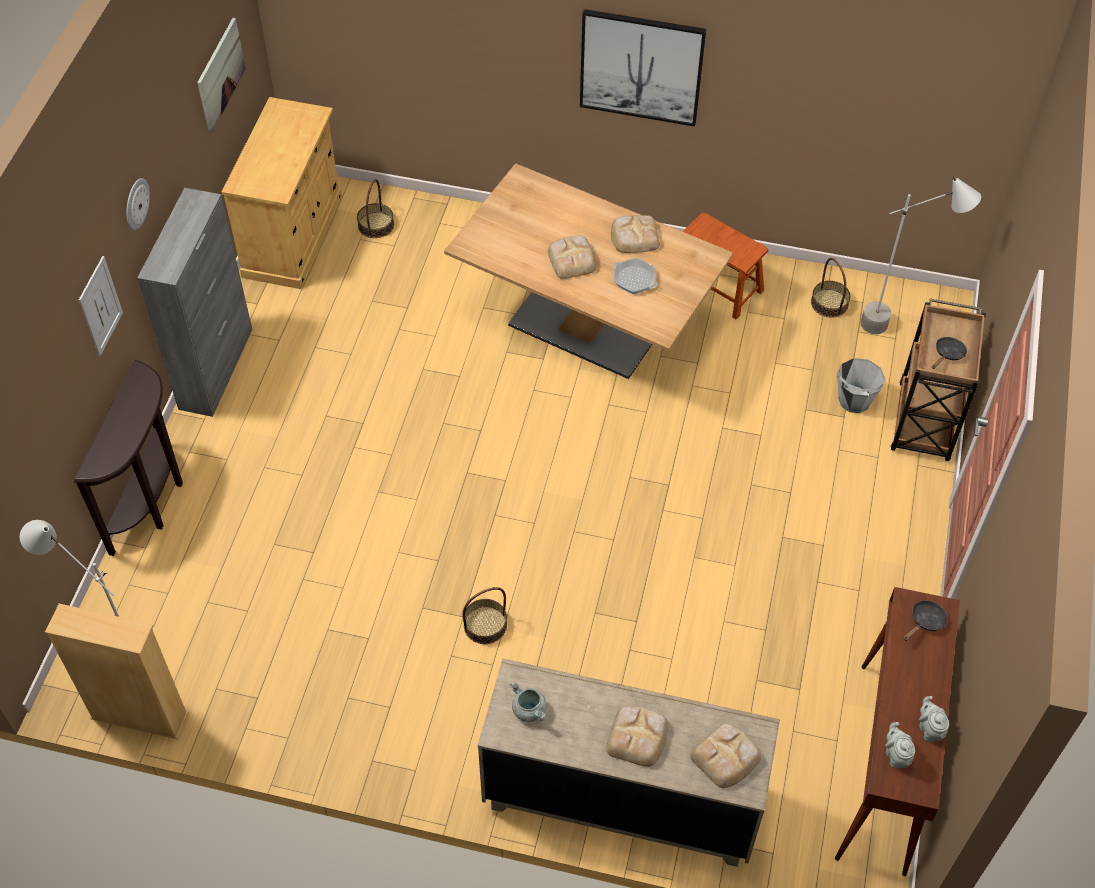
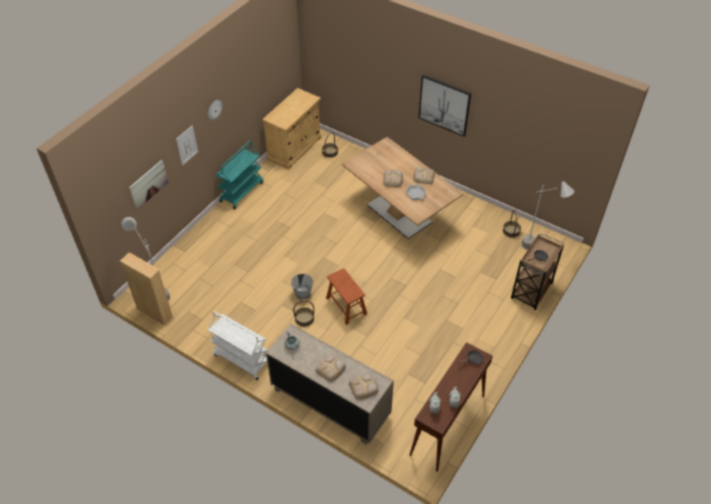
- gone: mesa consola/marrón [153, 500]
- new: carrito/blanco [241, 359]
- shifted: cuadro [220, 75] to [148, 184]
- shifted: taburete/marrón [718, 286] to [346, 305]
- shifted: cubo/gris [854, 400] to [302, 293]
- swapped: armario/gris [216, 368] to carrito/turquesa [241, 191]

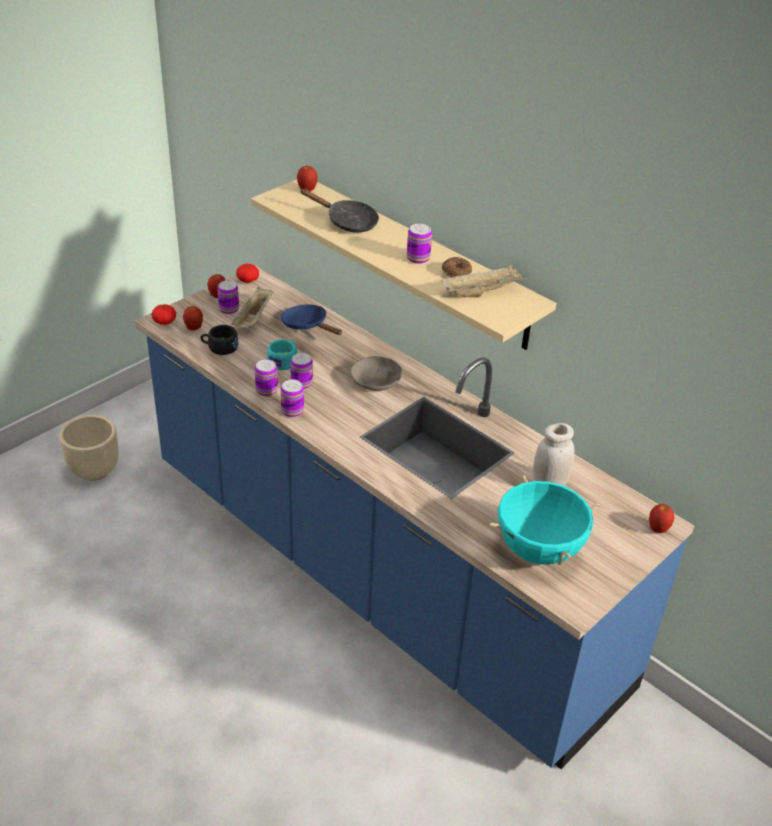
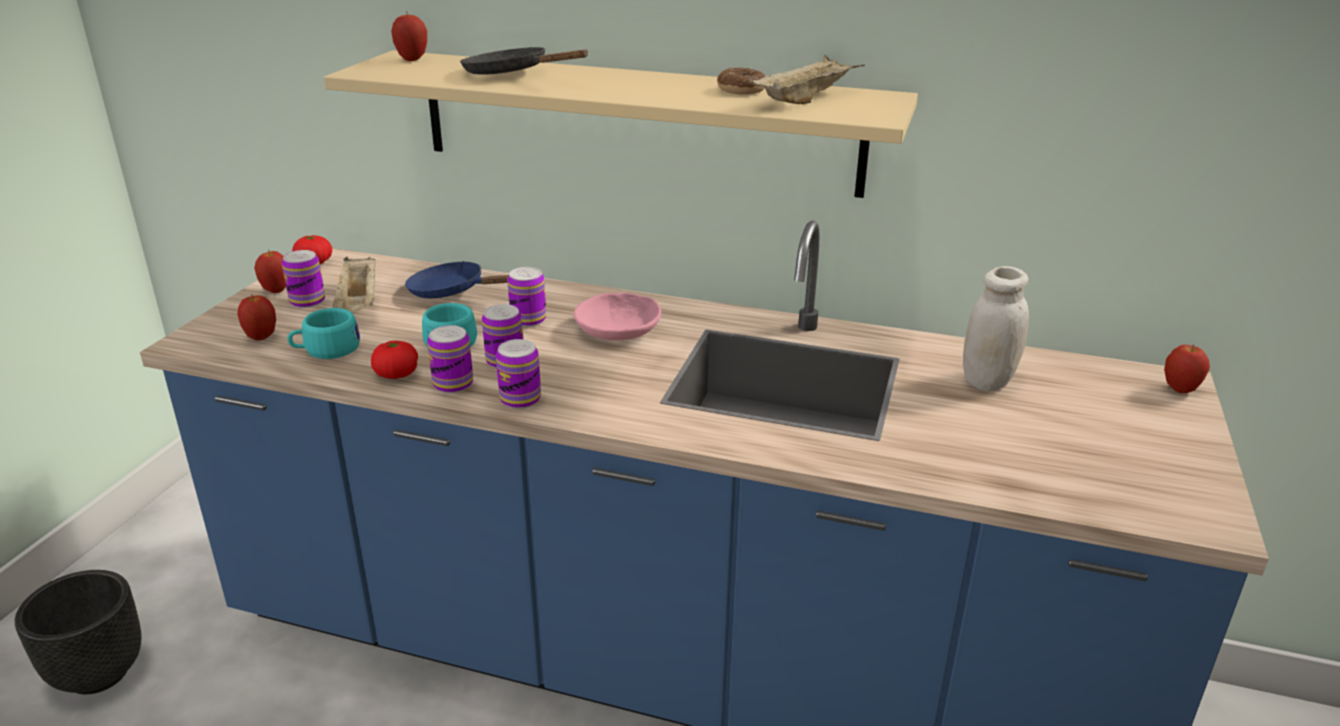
- gone: olla/turquesa [539, 549]
- shifted: tomate [164, 321] to [396, 374]
- shifted: lata [418, 258] to [528, 320]
- repainted: maceta/beis [94, 470] to maceta/negro [98, 673]
- repainted: taza/negro [219, 347] to taza/turquesa [326, 350]
- repainted: cuenco/gris [376, 381] to cuenco/rosa [619, 329]
- rotated: sartén/negro [347, 222] = [513, 74] 150 degrees counterclockwise

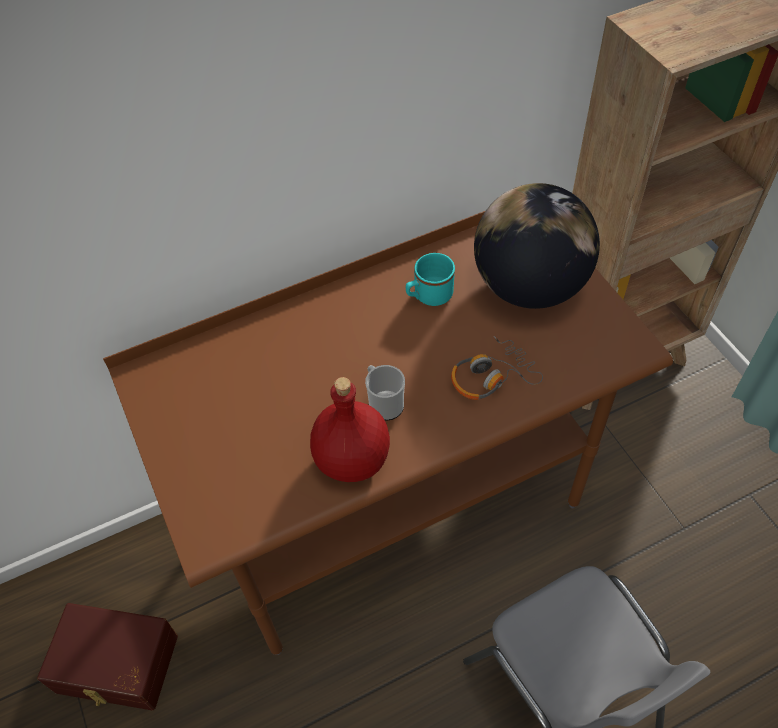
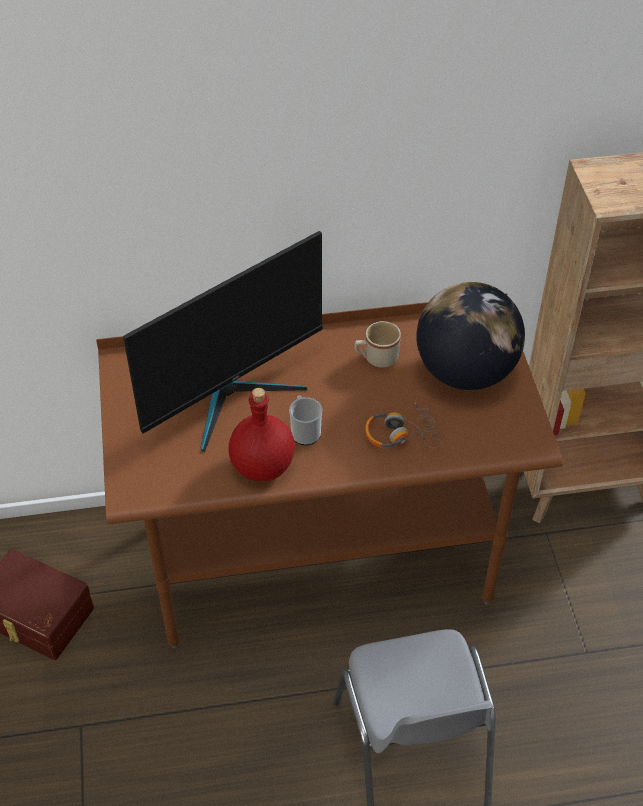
- new: monitor [233, 395]
- repainted: taza grande/turquesa [428, 296] to taza grande/beis [376, 358]

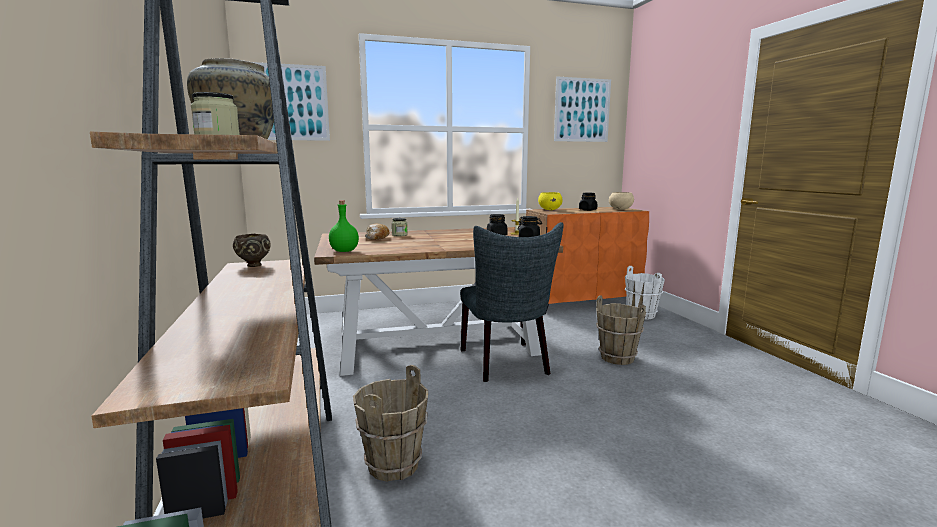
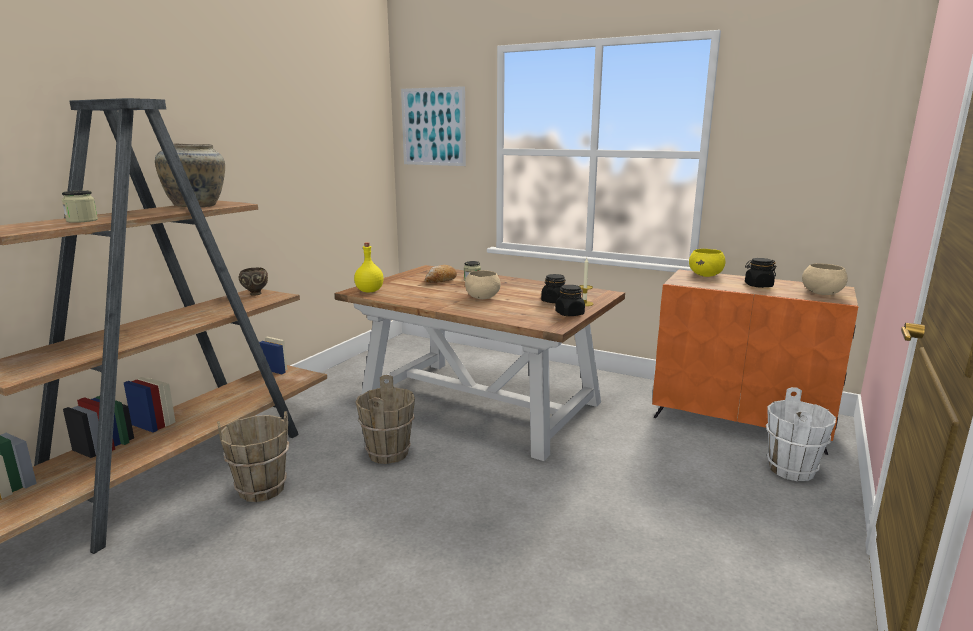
- gone: silla/gris [507, 364]
- gone: cuadro [582, 110]
- new: cuenco/beis [482, 298]
- shifted: cubo/marrón [617, 358] to [389, 453]
- repainted: botella/verde [344, 251] to botella/amarillo [369, 291]

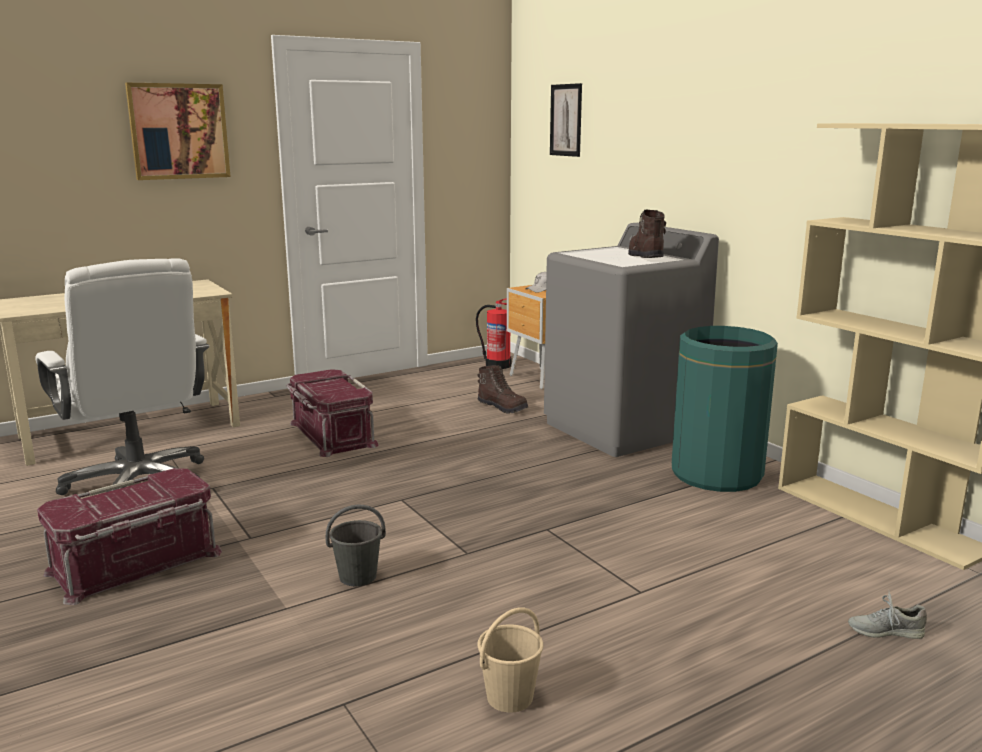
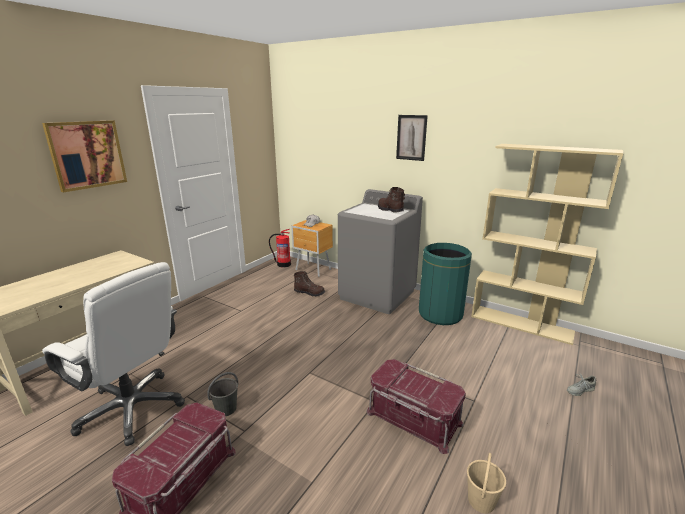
- shifted: caja de almacenaje/rojo [331, 434] to [413, 418]
- shifted: cubo/gris [358, 576] to [226, 408]
- shifted: cuadro [566, 120] to [411, 137]

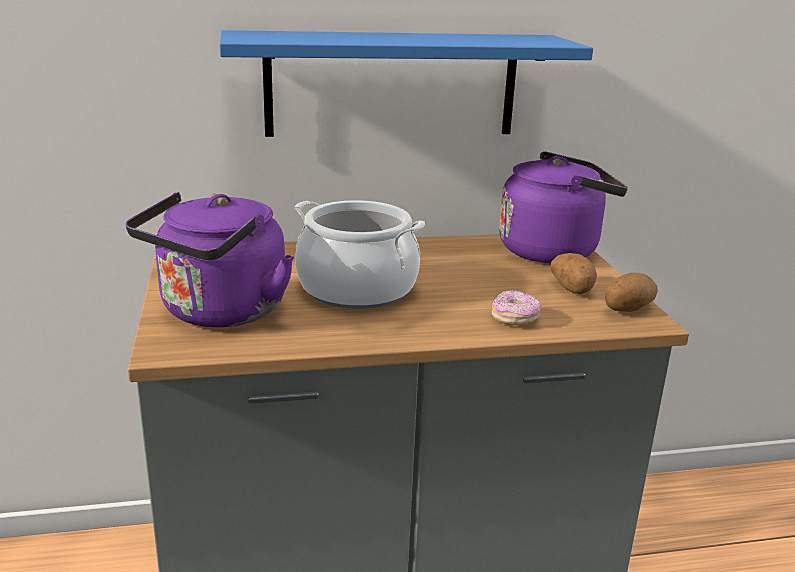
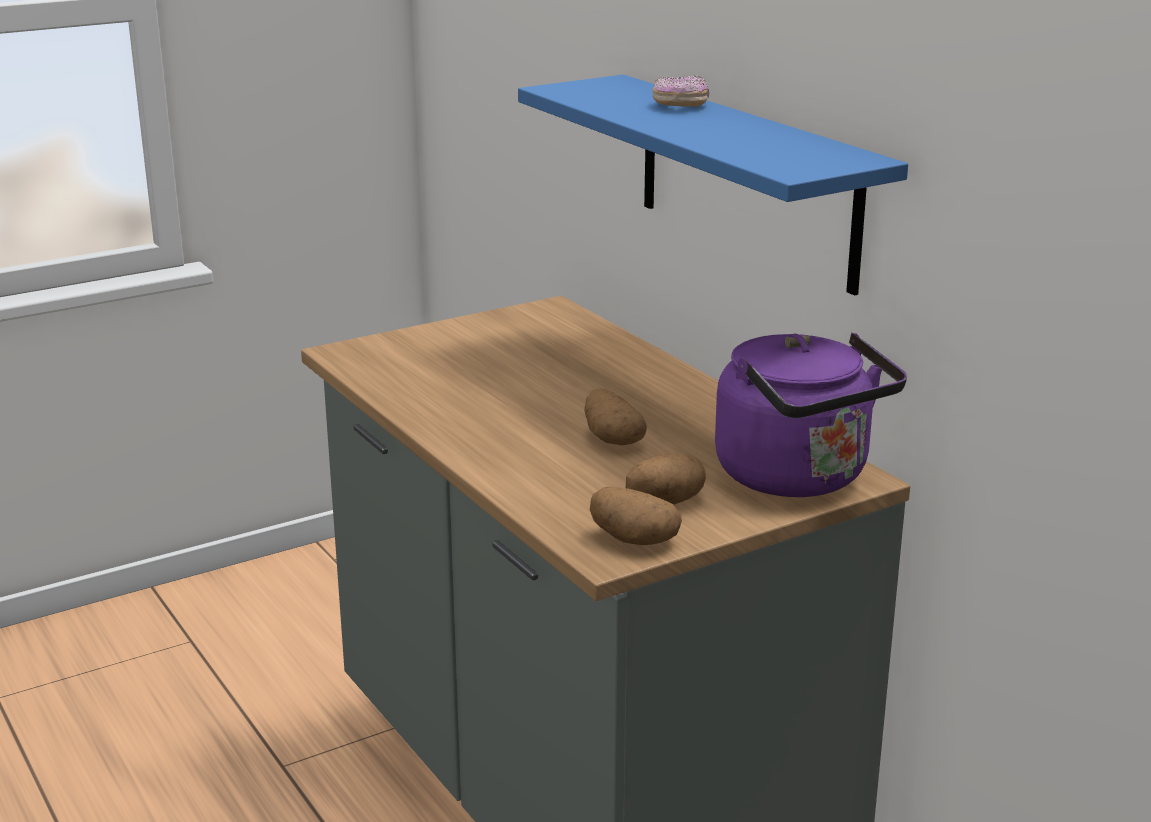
- gone: hervidor/morado [219, 313]
- gone: olla [357, 288]
- new: patata [611, 439]
- shifted: rosquilla [515, 319] to [680, 105]

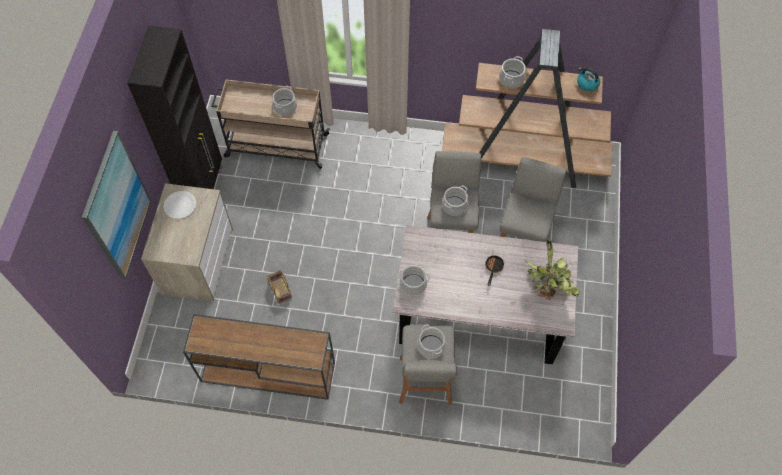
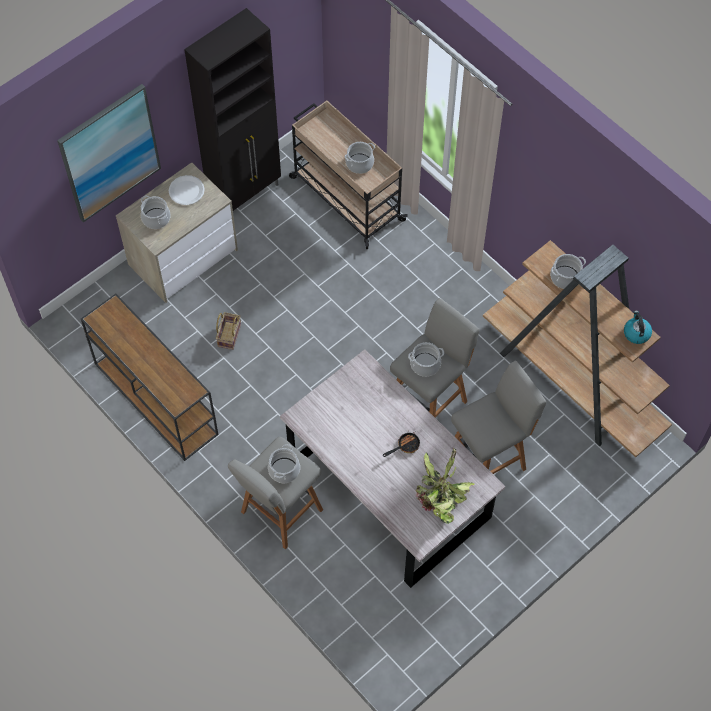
- shifted: olla [413, 284] to [156, 218]

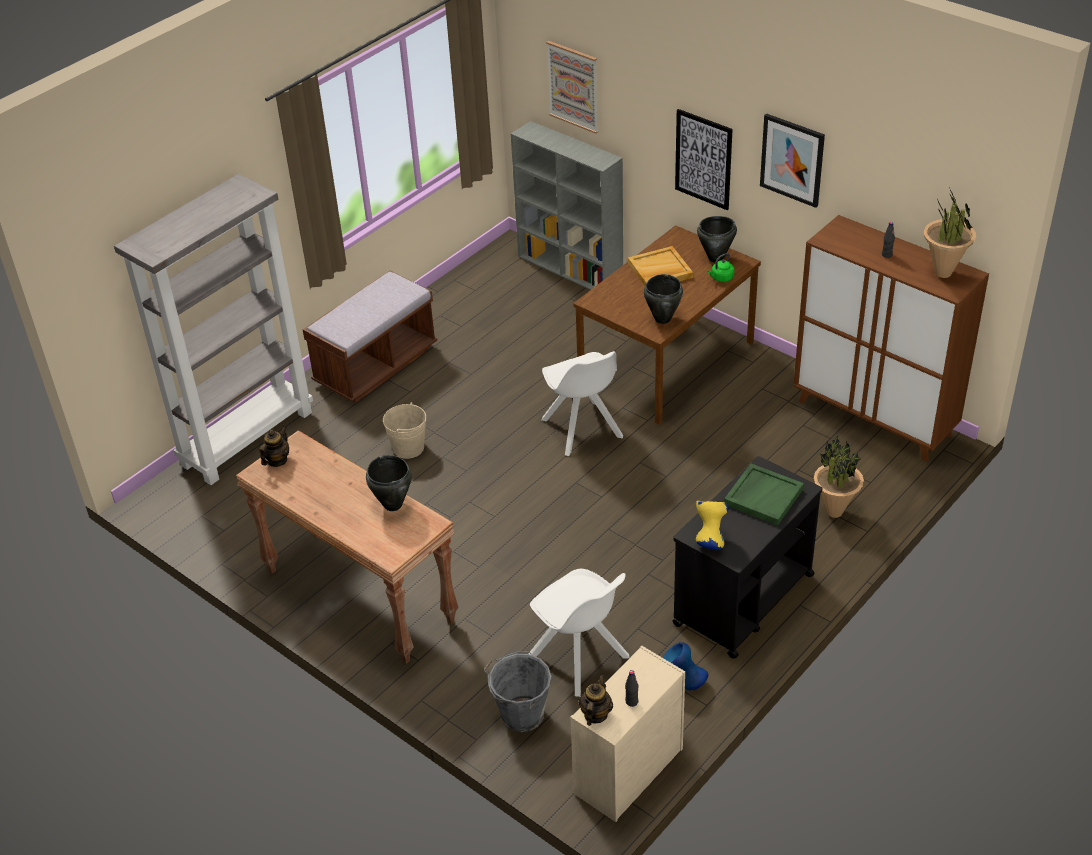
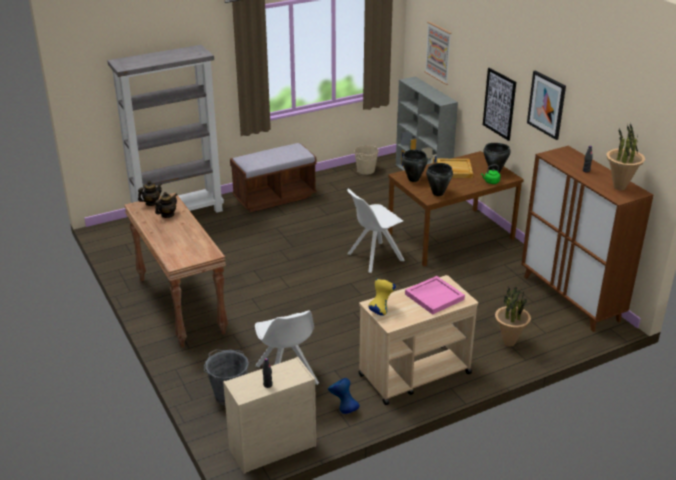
- shifted: olla/negro [392, 505] to [413, 179]
- shifted: cubo/beis [408, 448] to [366, 170]
- shifted: tetera [595, 714] to [167, 215]
- repainted: carrito/negro [742, 600] to carrito/beis [414, 374]
- repainted: bandeja/verde [763, 496] to bandeja/rosa [434, 296]
- rotated: silla/blanco [583, 430] = [373, 257] 60 degrees clockwise

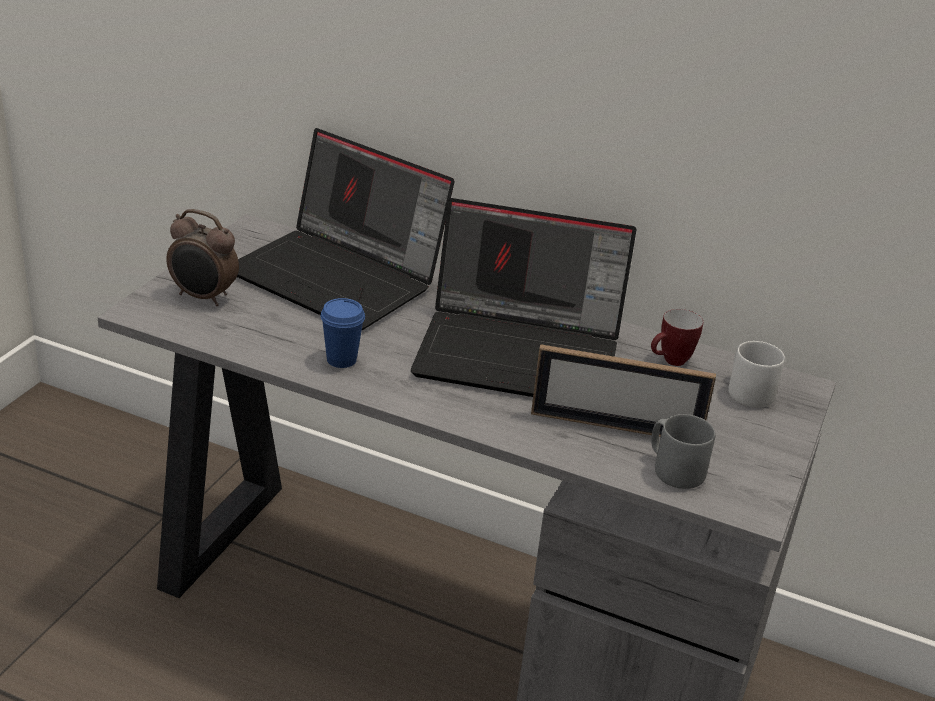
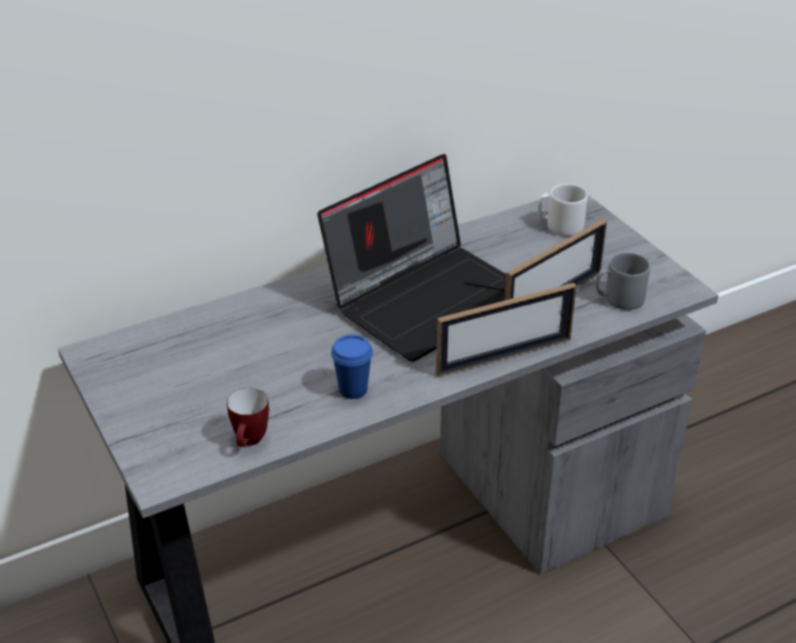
- gone: despertador [203, 297]
- gone: portátil [340, 277]
- new: portarretratos [504, 356]
- shifted: taza grande [670, 362] to [250, 443]

